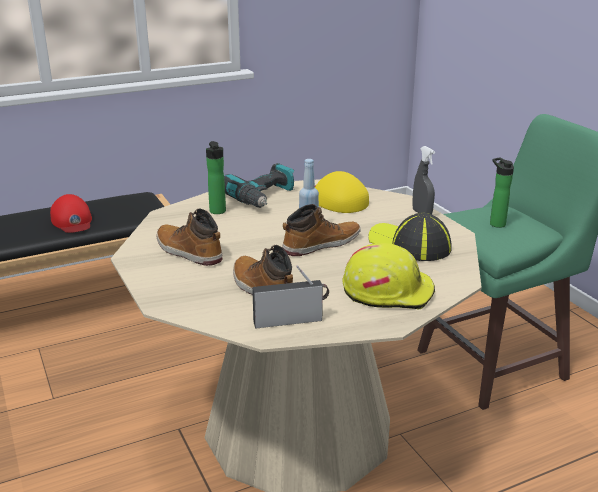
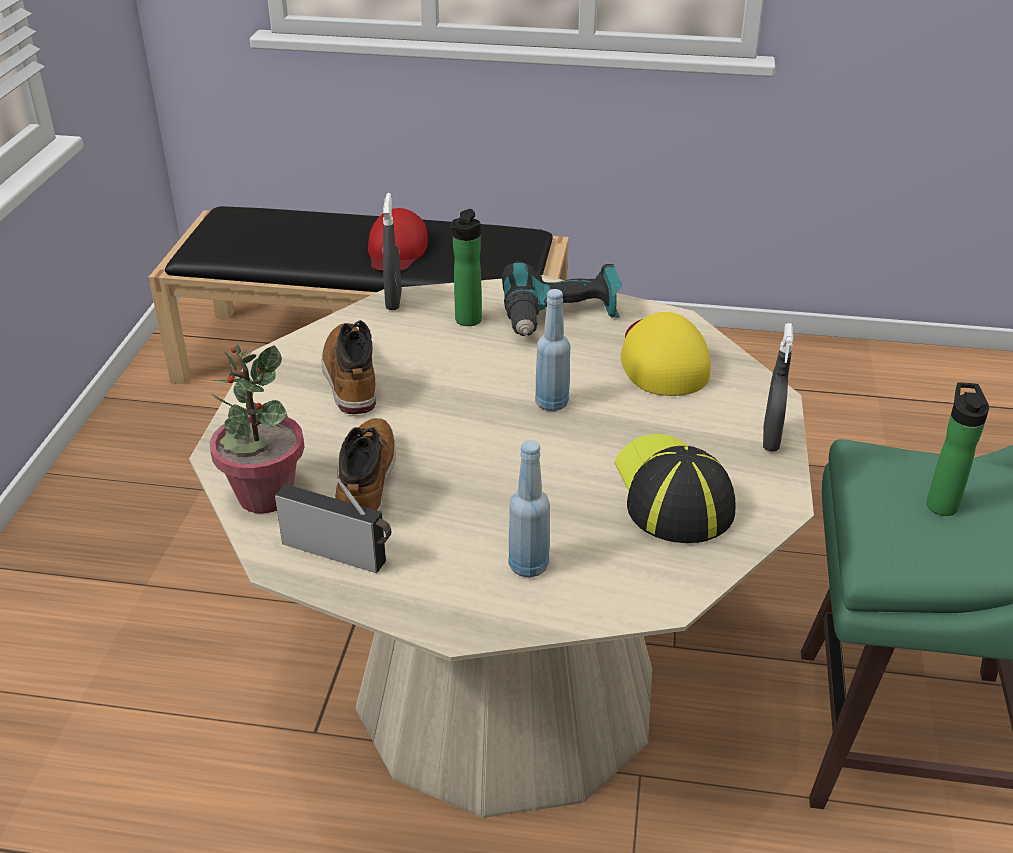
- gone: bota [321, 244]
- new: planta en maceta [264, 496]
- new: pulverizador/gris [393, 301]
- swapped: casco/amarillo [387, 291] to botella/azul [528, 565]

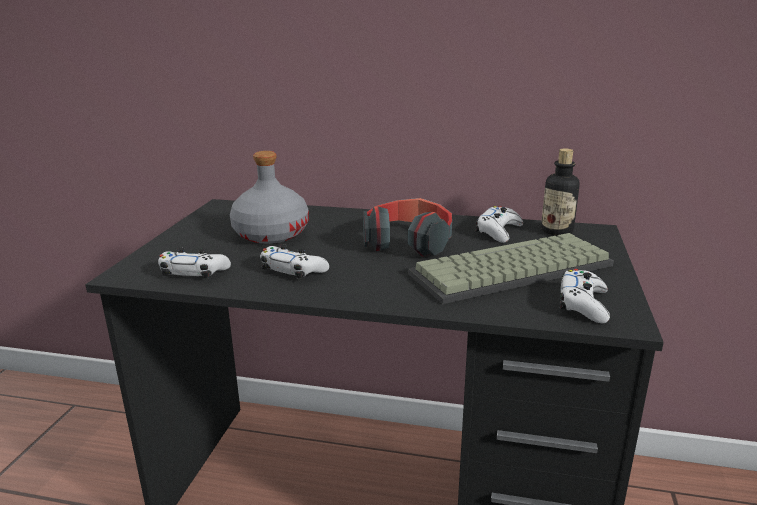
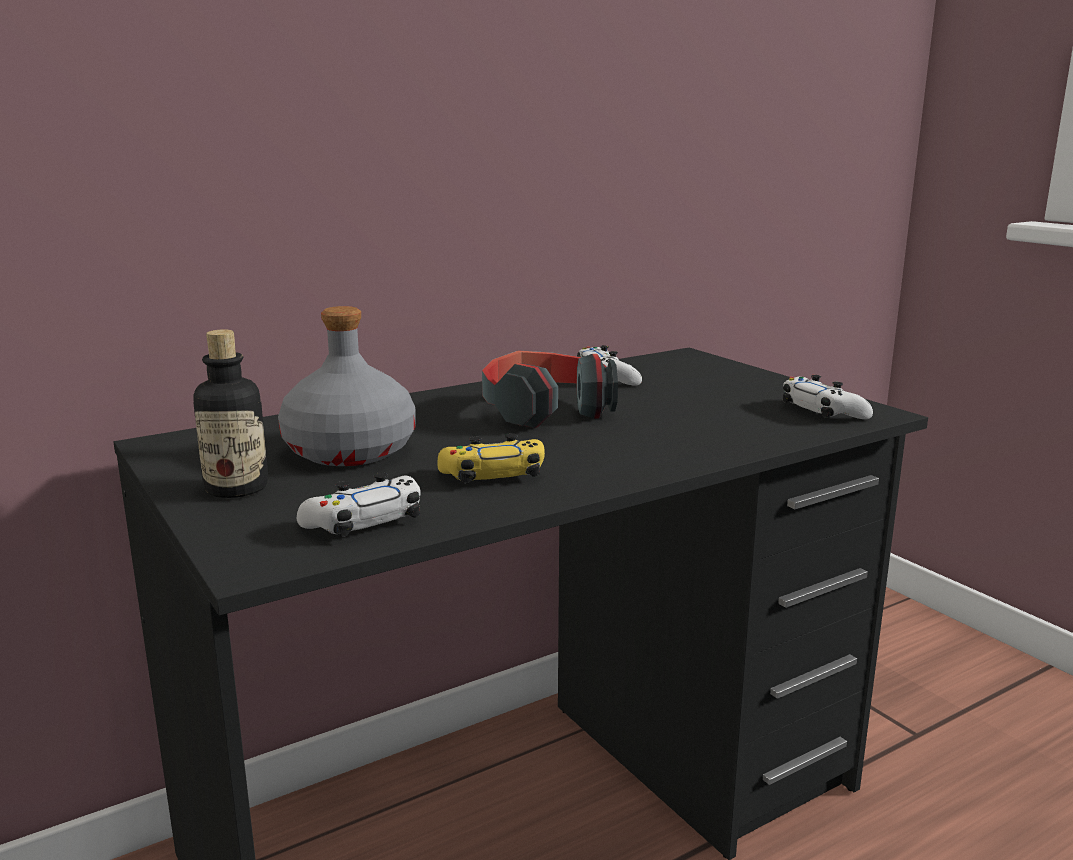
- gone: teclado [512, 271]
- shifted: botella [556, 231] to [236, 488]
- repainted: mando de consola/blanco [293, 270] to mando de consola/amarillo [493, 474]

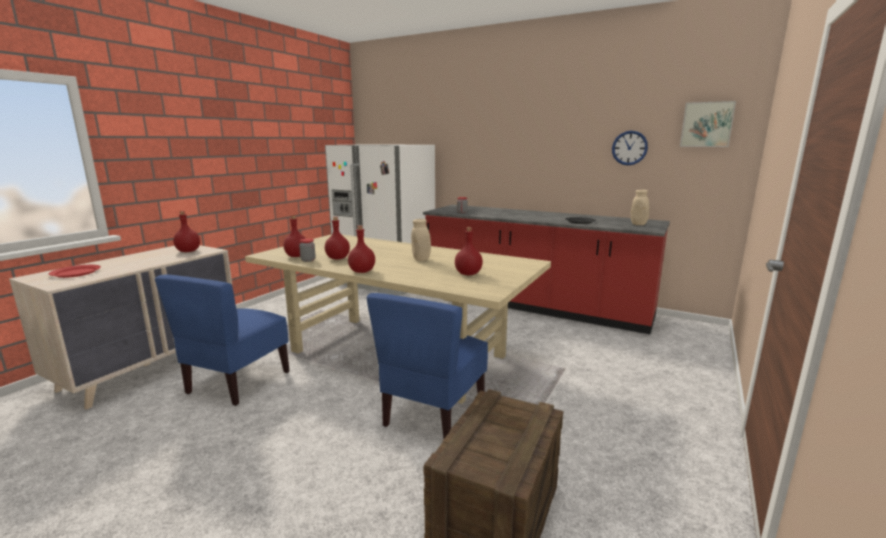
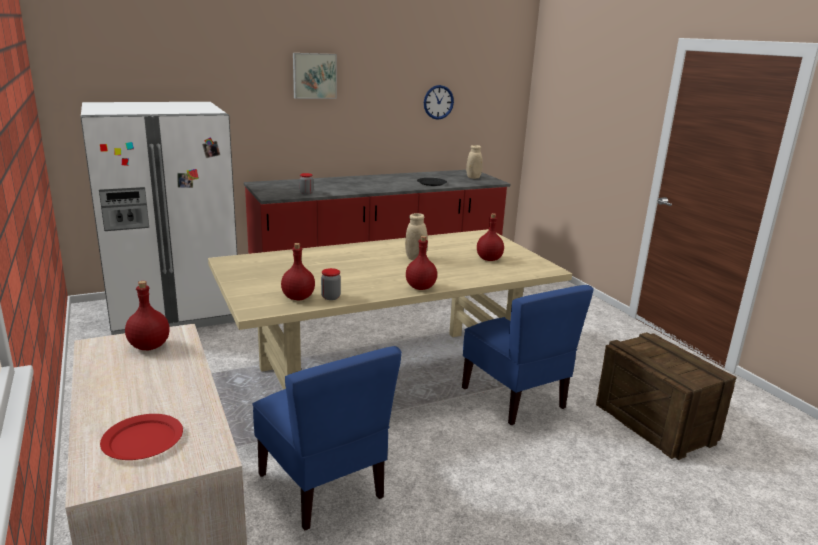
- gone: botella/rojo [338, 258]
- shifted: cuadro [706, 124] to [314, 76]

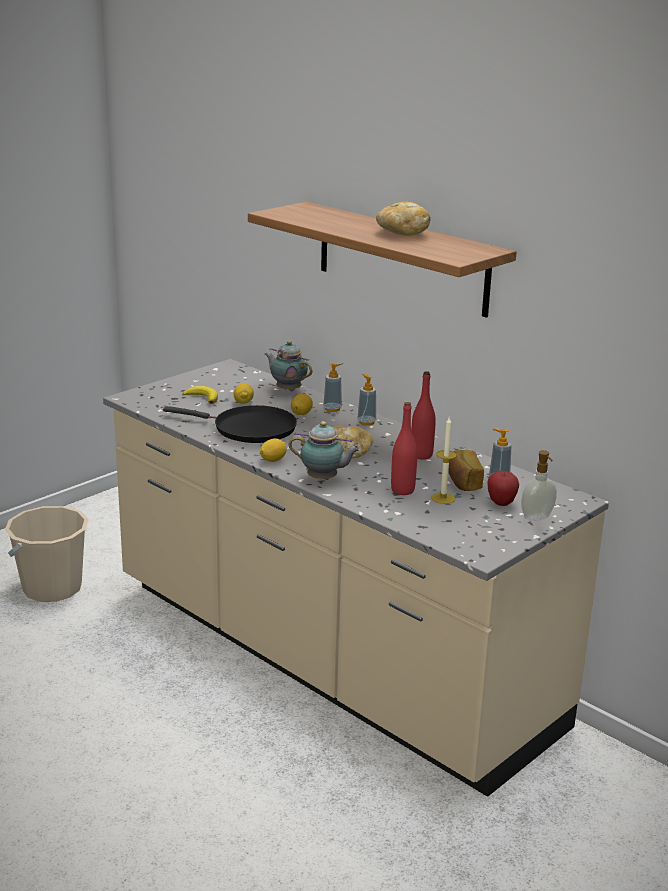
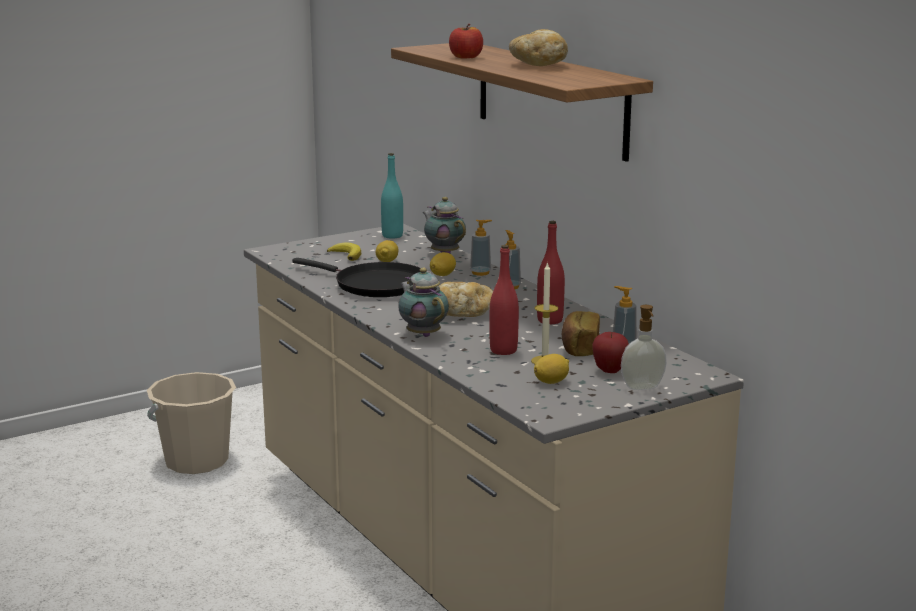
- new: botella/turquesa [392, 236]
- new: manzana [466, 57]
- shifted: limón [273, 460] to [551, 382]
- rotated: tetera [324, 479] = [423, 334] 150 degrees counterclockwise

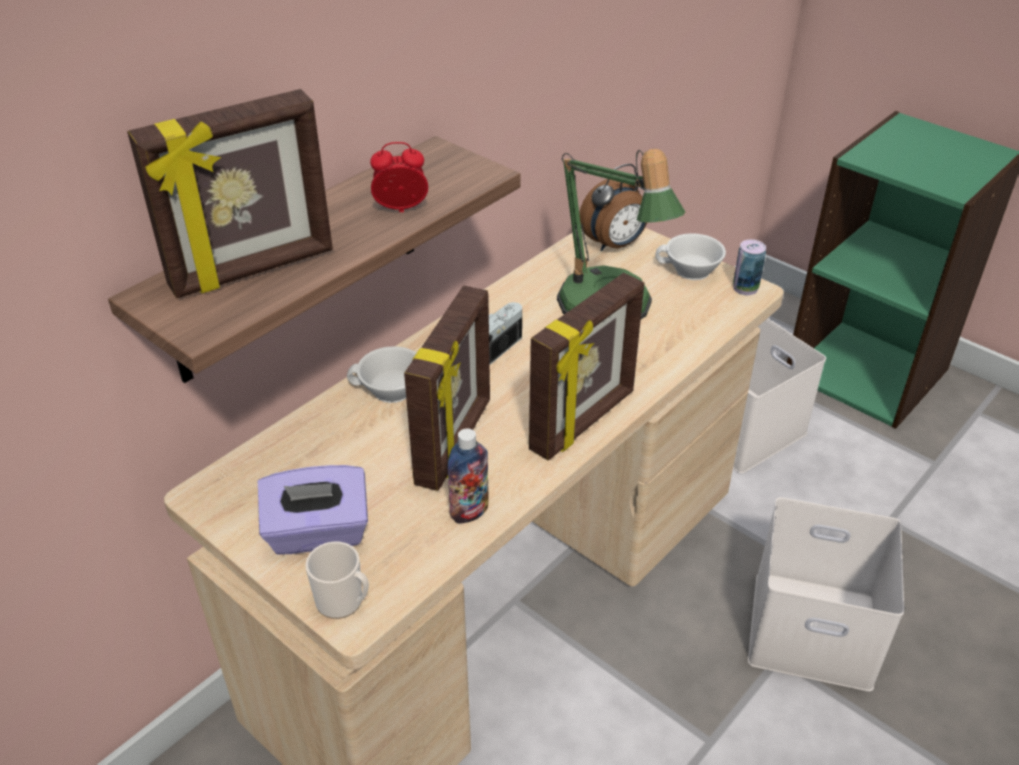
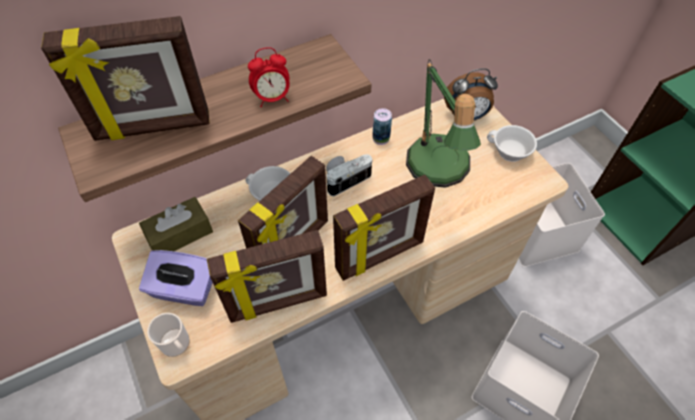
- new: caja de pañuelos/marrón [180, 234]
- shifted: lata [745, 288] to [381, 138]
- swapped: botella [469, 512] to portarretratos [278, 303]
- rotated: despertador [401, 210] = [272, 98] 150 degrees clockwise

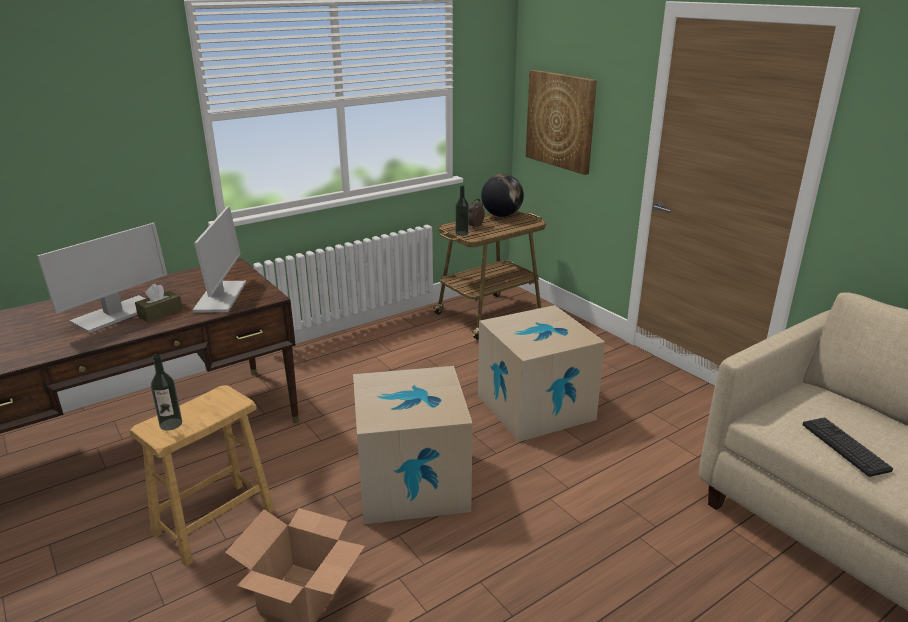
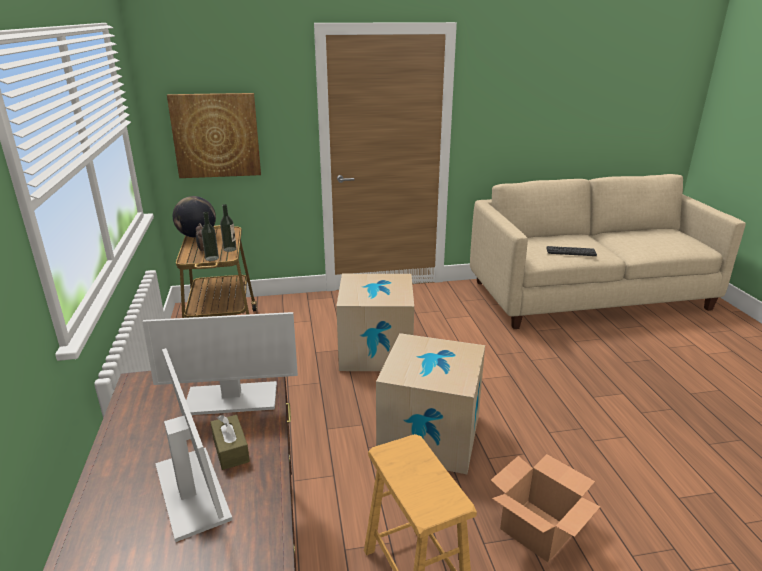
- shifted: botella [171, 424] to [230, 249]
- rotated: monitor [221, 297] = [230, 399] 150 degrees clockwise

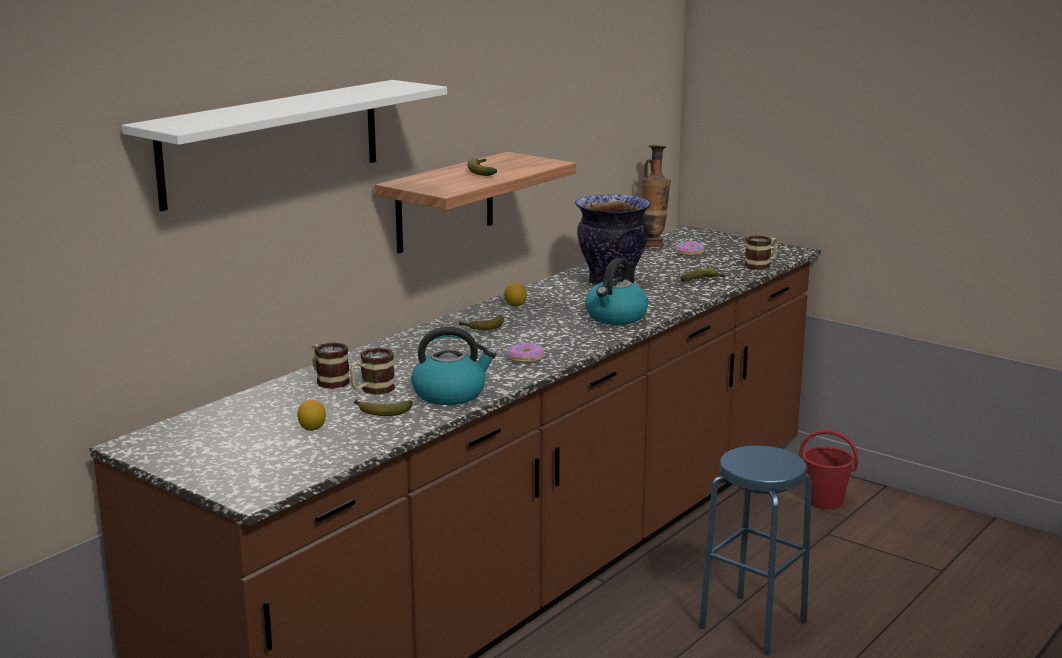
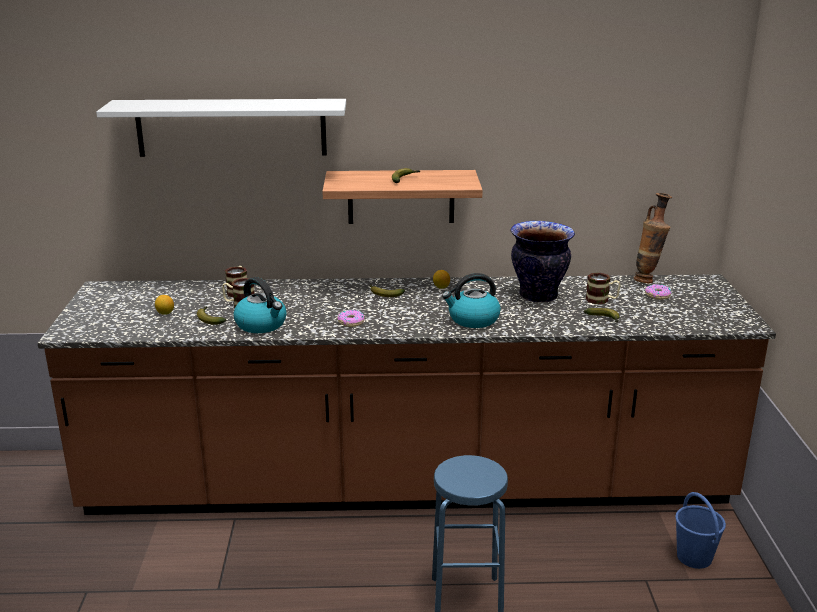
- shifted: taza grande [761, 265] to [602, 300]
- repainted: cubo/rojo [825, 501] to cubo/azul [694, 557]

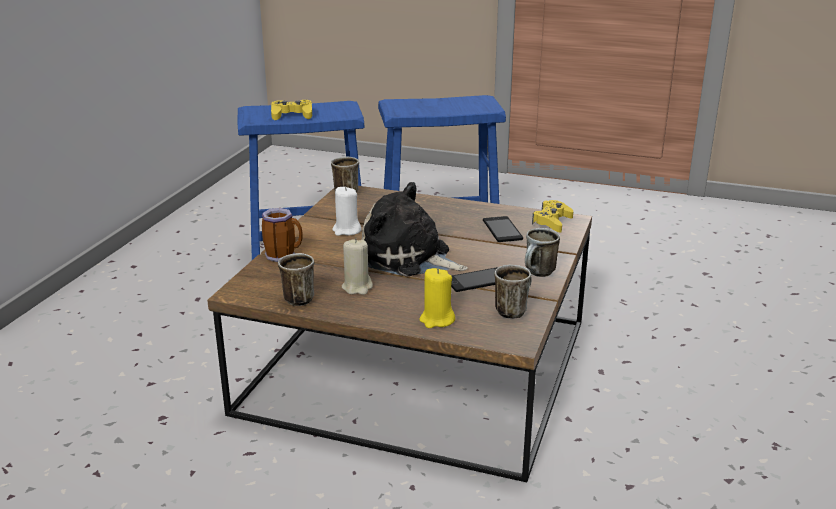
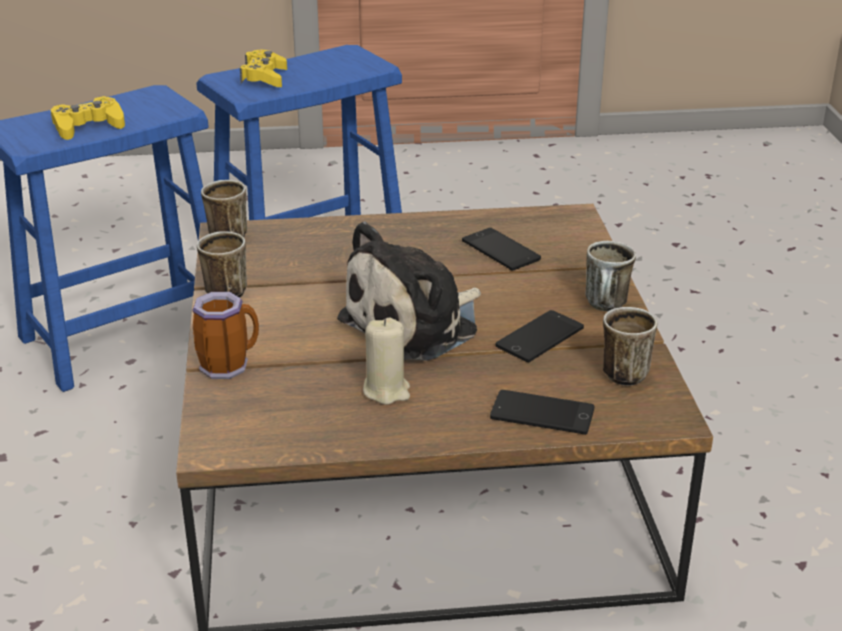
- gone: vela/blanco [346, 230]
- shifted: taza grande [296, 297] to [220, 291]
- shifted: mando de consola/amarillo [552, 222] to [264, 77]
- swapped: vela/amarillo [437, 320] to móvil [542, 413]
- rotated: peluche [409, 258] = [416, 325] 45 degrees counterclockwise

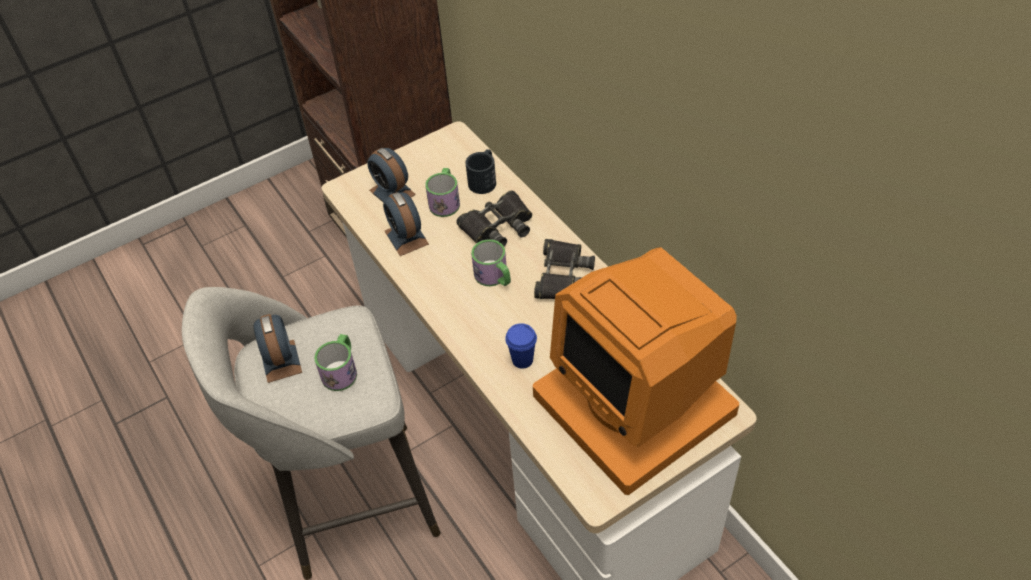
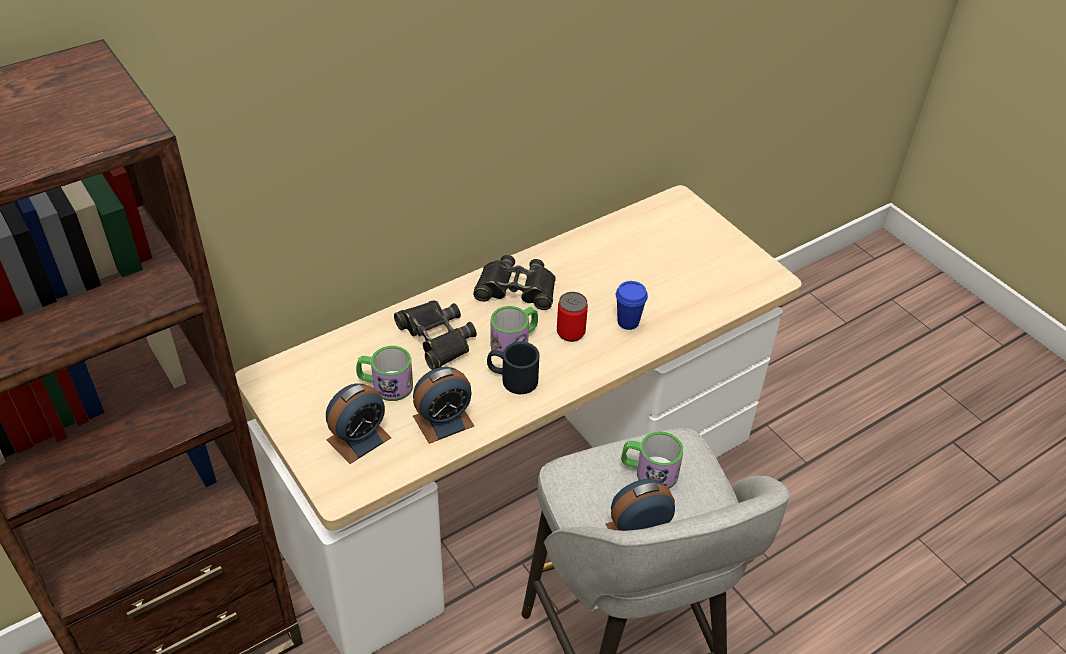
- gone: monitor [637, 402]
- new: lata [570, 332]
- shifted: taza grande/negro [484, 179] to [512, 379]

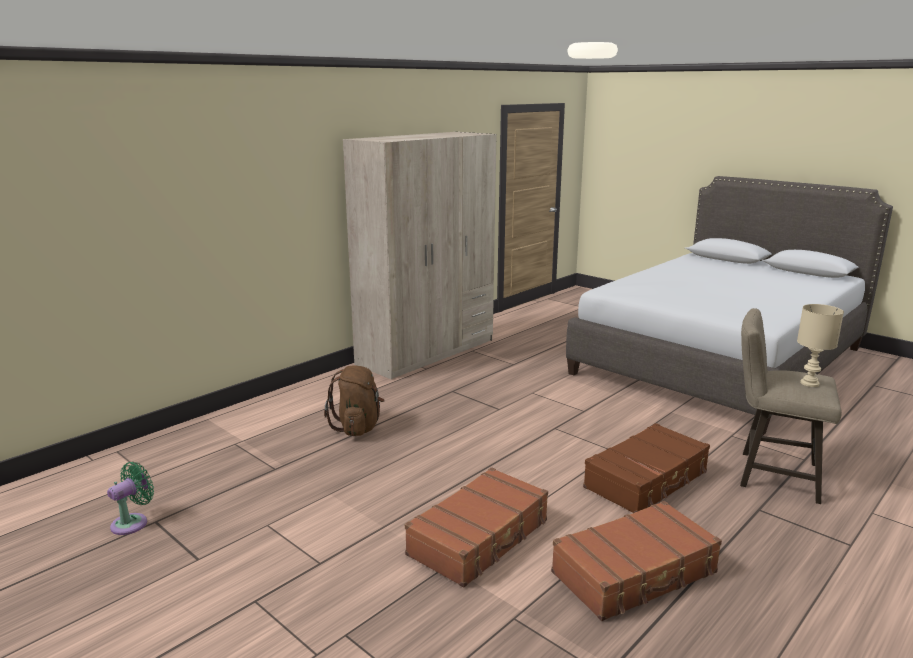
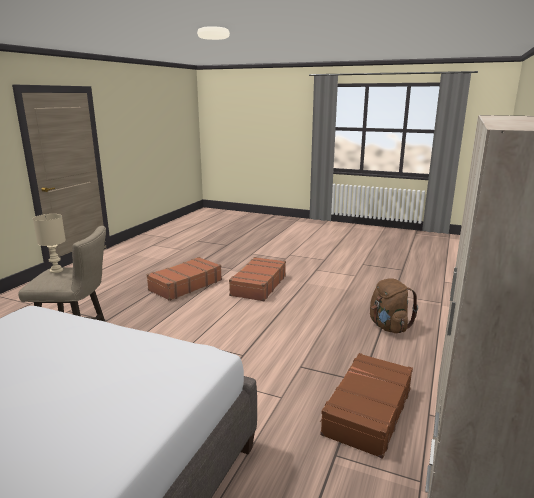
- gone: ventilador/verde [133, 522]
- shifted: maleta/marrón [647, 480] to [367, 411]

